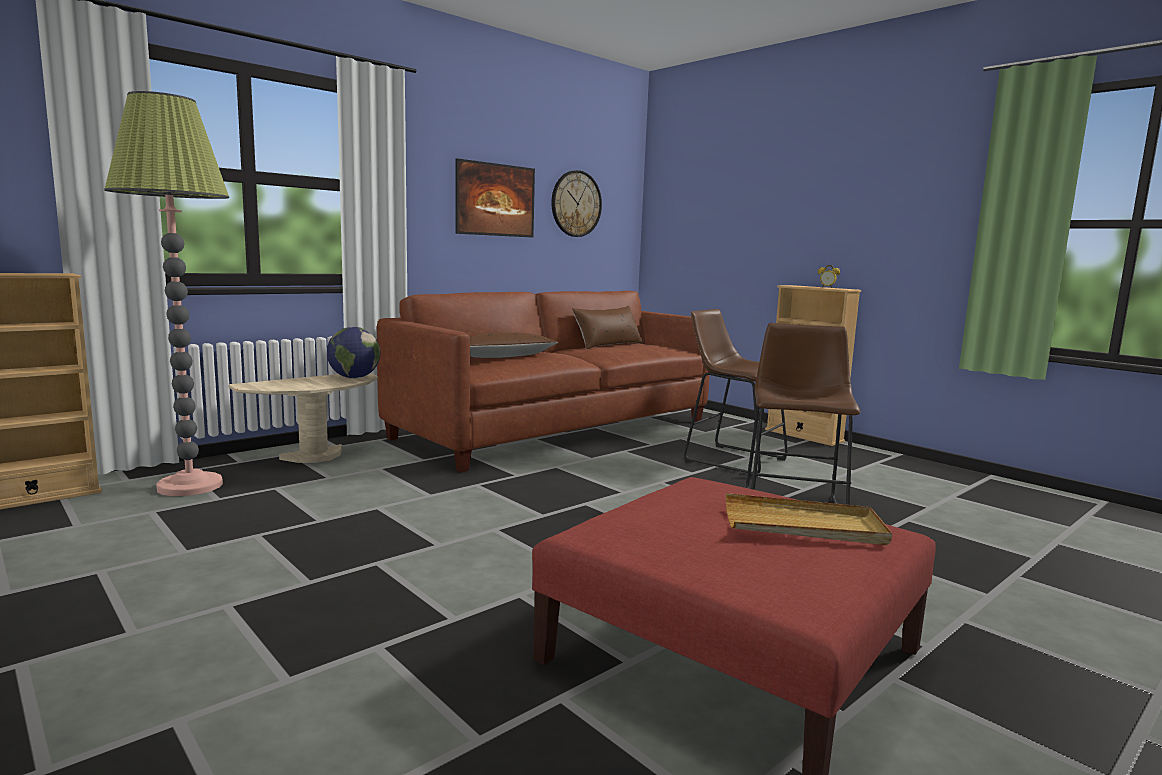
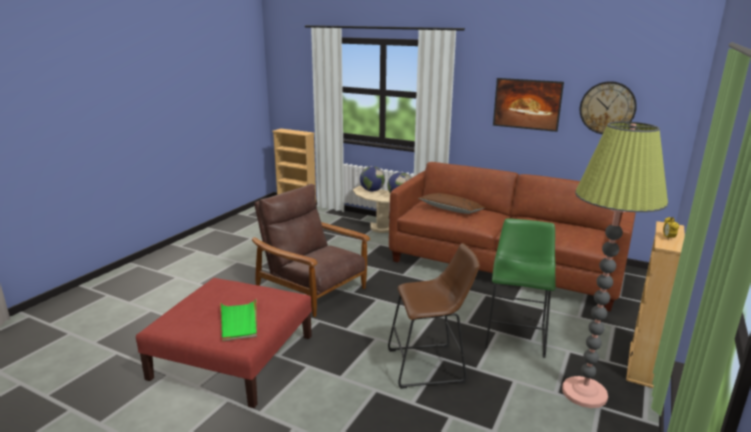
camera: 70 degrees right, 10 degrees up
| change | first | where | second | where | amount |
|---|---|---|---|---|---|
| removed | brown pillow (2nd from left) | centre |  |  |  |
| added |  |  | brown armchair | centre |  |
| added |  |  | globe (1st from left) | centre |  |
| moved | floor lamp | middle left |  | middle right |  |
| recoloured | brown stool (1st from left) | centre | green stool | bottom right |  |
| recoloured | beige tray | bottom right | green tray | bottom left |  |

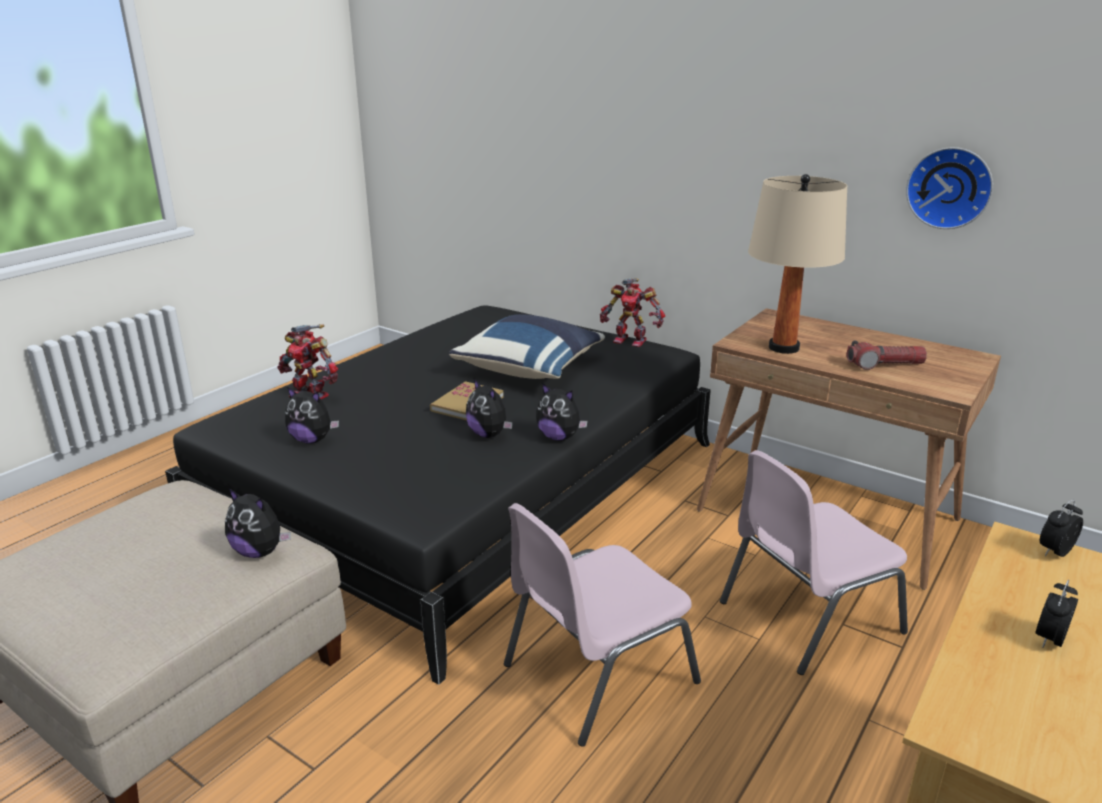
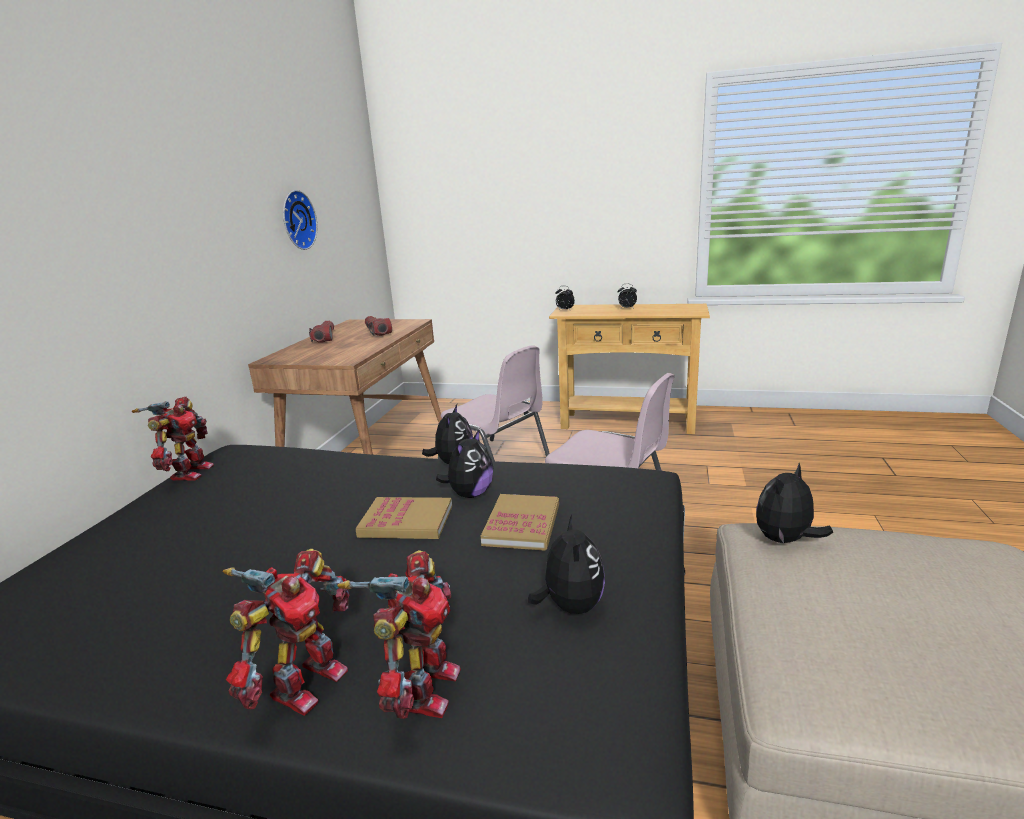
camera: 110 degrees left, 5 degrees down
| change | first | where | second | where | amount |
|---|---|---|---|---|---|
| removed | blue pillow | centre |  |  |  |
| removed | beige table lamp | top right |  |  |  |
| added |  |  | toy robot (2nd from left) | bottom left |  |
| added |  |  | flashlight (1st from left) | middle left |  |
| added |  |  | book (2nd from left) | centre |  |
| turned | plush toy (1st from left in the first image) | middle left | plush toy (4th from left) | middle right | 135 degrees counterclockwise |

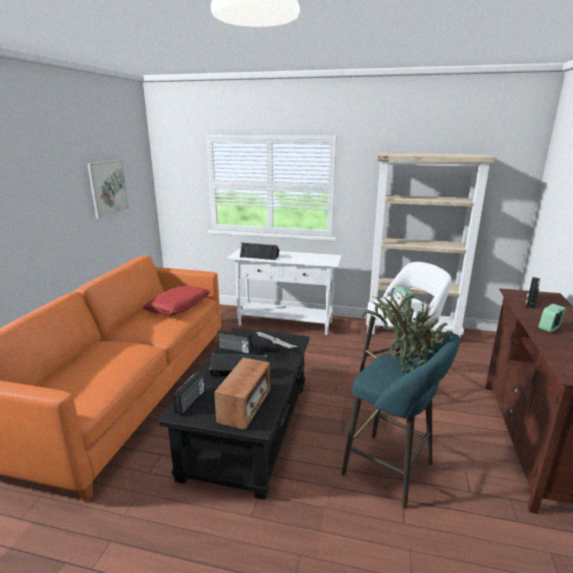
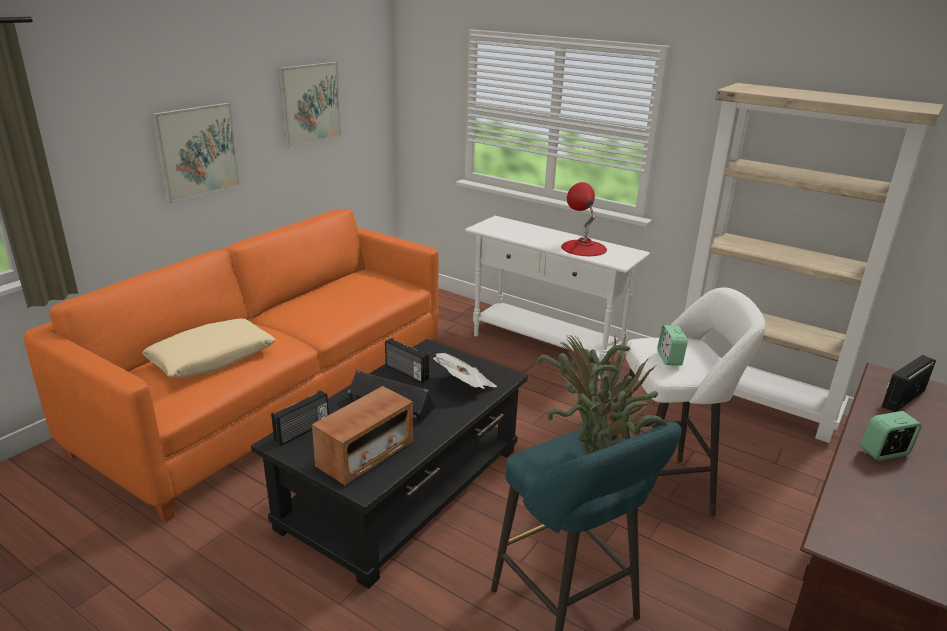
camera: 20 degrees right, 5 degrees up
| change | first | where | second | where | amount |
|---|---|---|---|---|---|
| removed | red pillow | middle left |  |  |  |
| removed | black speaker (2nd from left) | centre |  |  |  |
| added |  |  | beige pillow | middle left |  |
| added |  |  | picture (1st from left) | top left |  |
| added |  |  | red table lamp | centre |  |

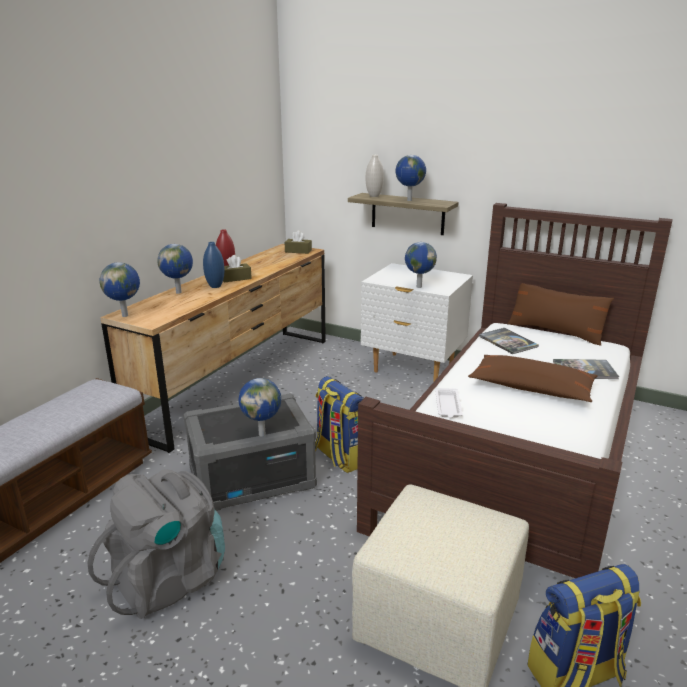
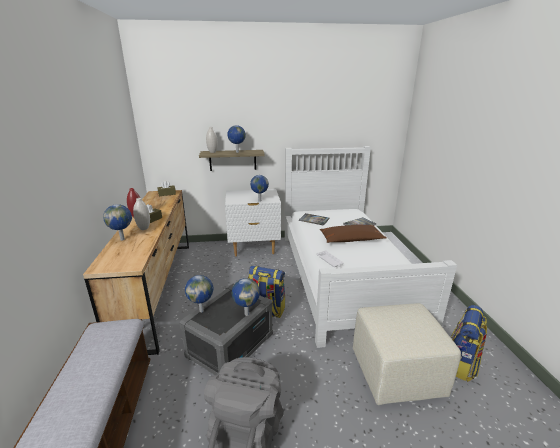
camera: 35 degrees left, 0 degrees up
| change | first | where | second | where | amount |
|---|---|---|---|---|---|
| removed | brown pillow (2nd from left) | middle right |  |  |  |
| moved | globe (1st from left in the first image) | middle left | globe (2nd from left) | centre |  |
| recoloured | blue vase | middle left | white vase (1st from left) | middle left |  |
| recoloured | brown bed | middle right | white bed | centre |  |

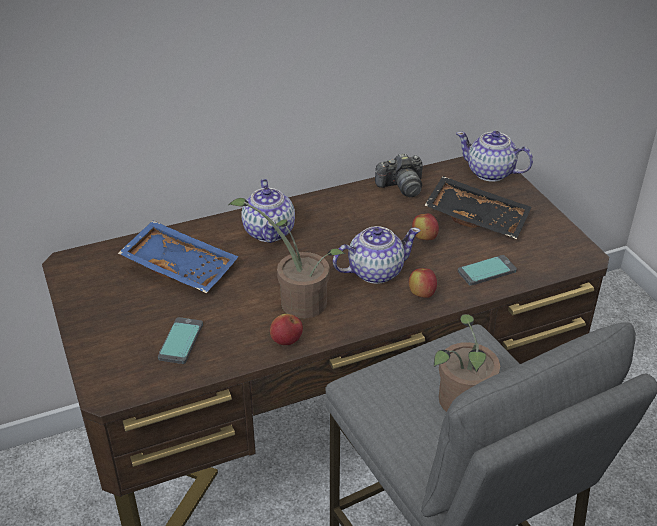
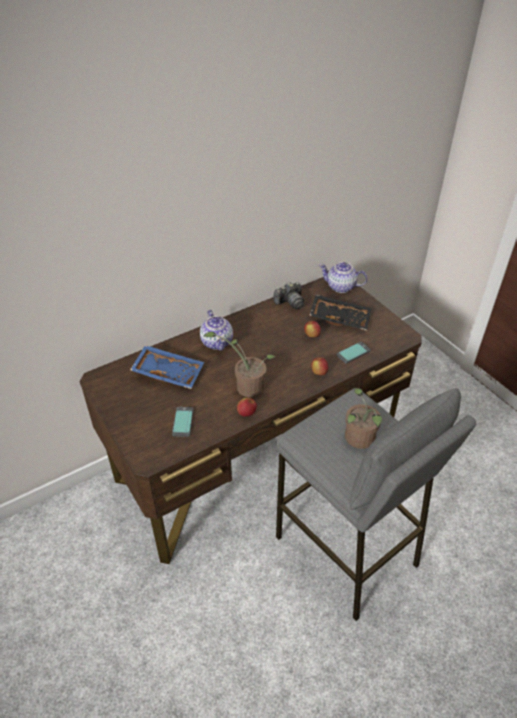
camera: 10 degrees left, 5 degrees up
| change | first | where | second | where | amount |
|---|---|---|---|---|---|
| removed | teapot (2nd from left) | centre |  |  |  |

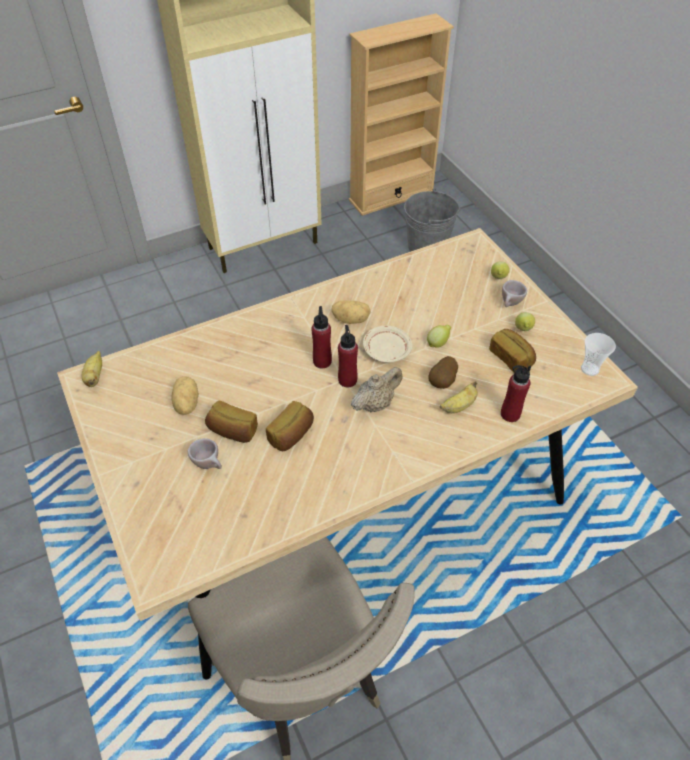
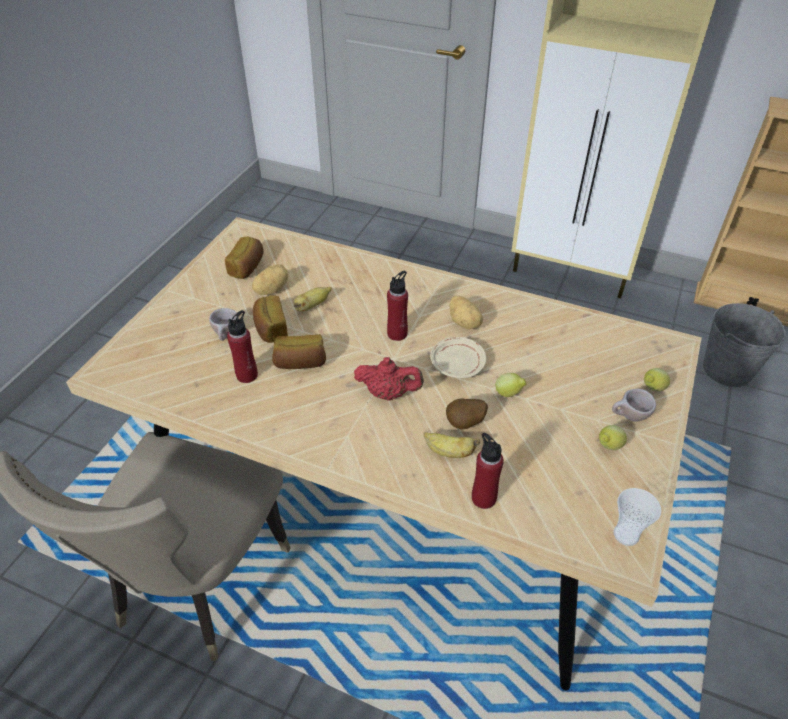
camera: 50 degrees right, 5 degrees down
| change | first | where | second | where | amount |
|---|---|---|---|---|---|
| moved | banana (1st from left) | middle left |  | centre |  |
| moved | red bottle (2nd from left in the first image) | centre | red bottle (1st from left) | middle left |  |
| moved | bread (3rd from left in the first image) | middle right | bread (1st from left) | middle left |  |
| recoloured | beige teapot | centre | red teapot | centre |  |

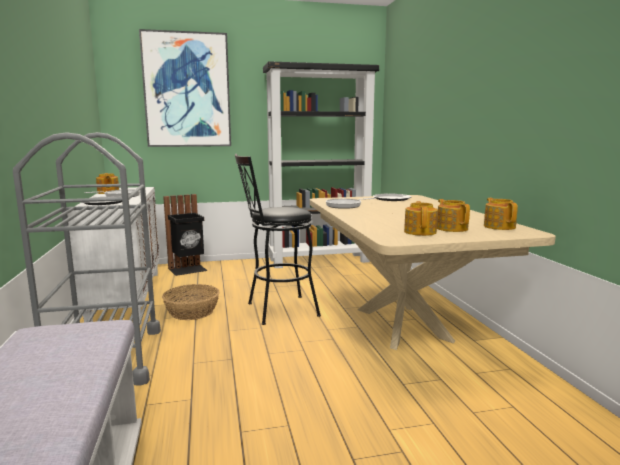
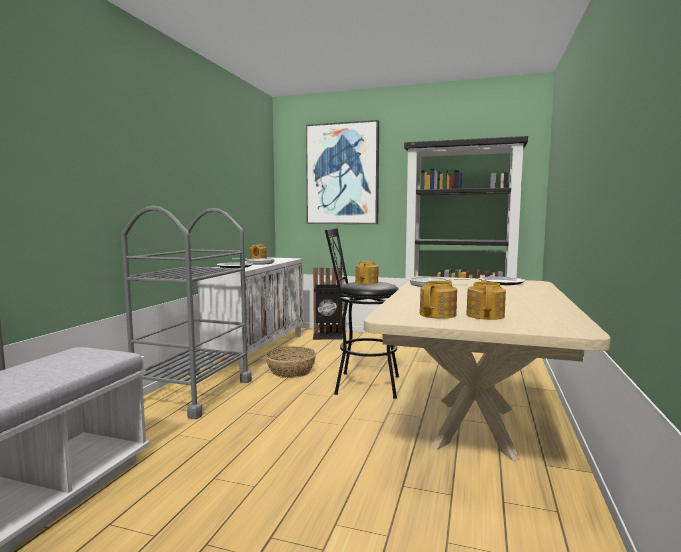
camera: 30 degrees right, 5 degrees down
| change | first | where | second | where | amount |
|---|---|---|---|---|---|
| moved | teapot (4th from left in the first image) | middle right | teapot (2nd from left) | centre |  |

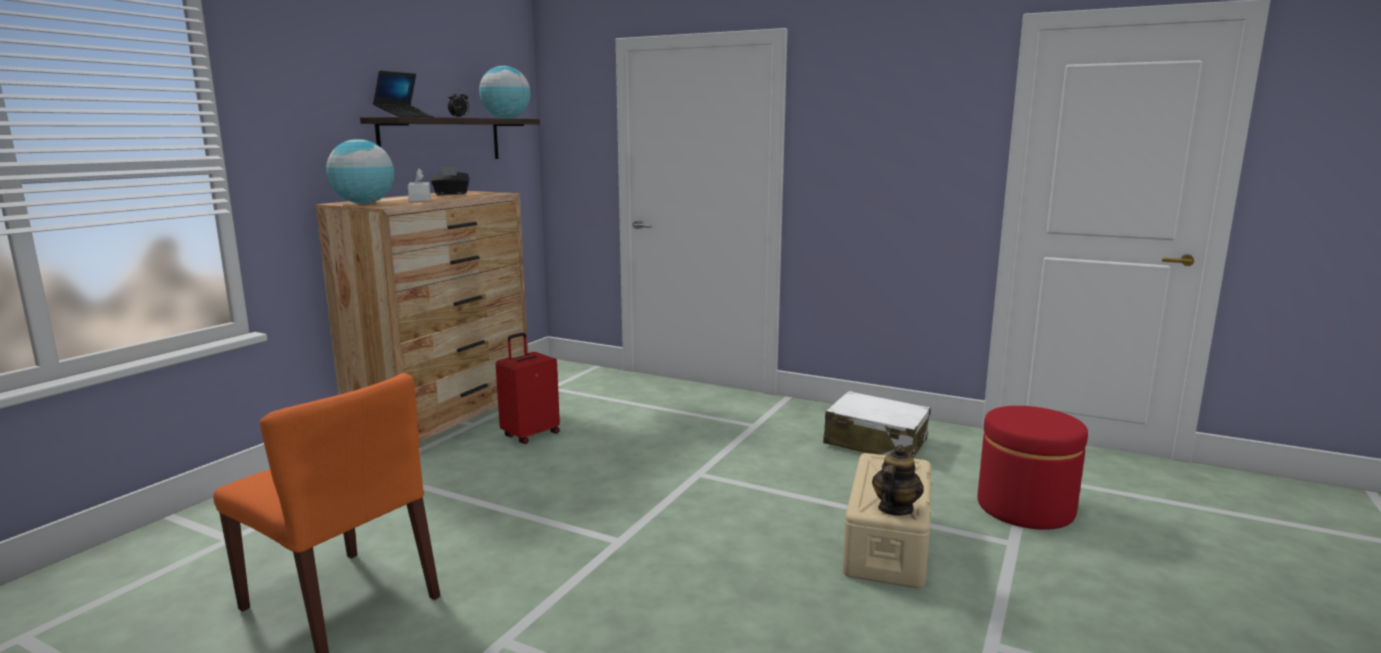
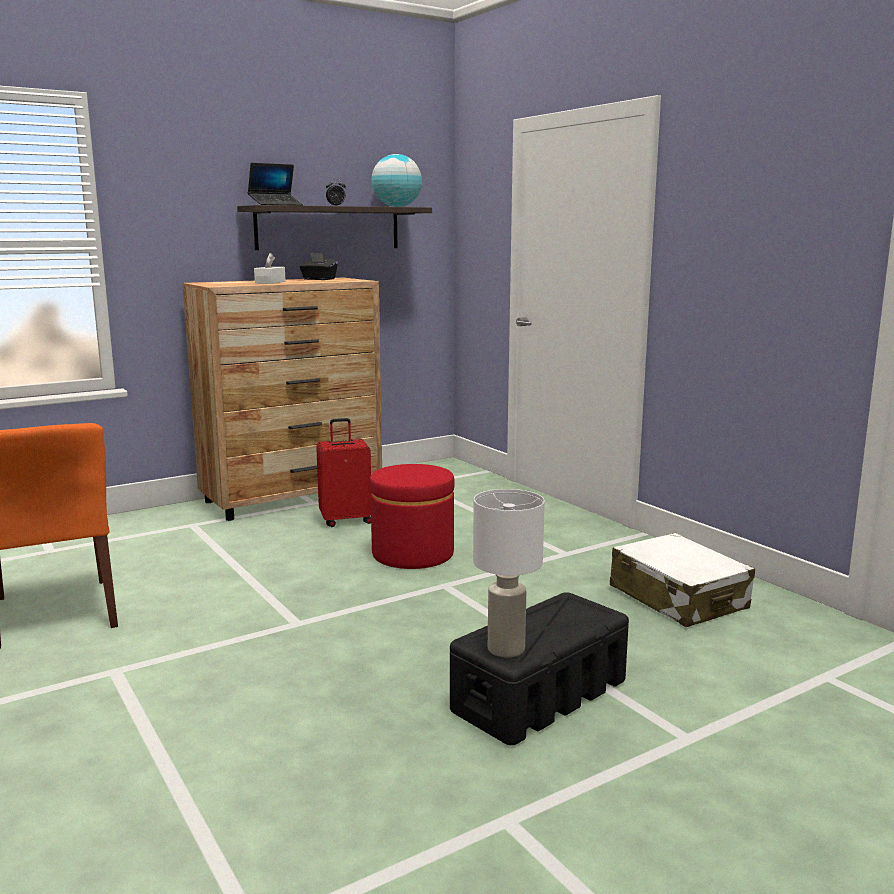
camera: 30 degrees right, 0 degrees up
| change | first | where | second | where | amount |
|---|---|---|---|---|---|
| removed | globe (1st from left) | top left |  |  |  |
| moved | red ottoman | bottom right |  | centre |  |
| replaced | teapot | bottom centre | white table lamp | centre |  |
| recoloured | beige storage box | bottom centre | black storage box | bottom centre |  |

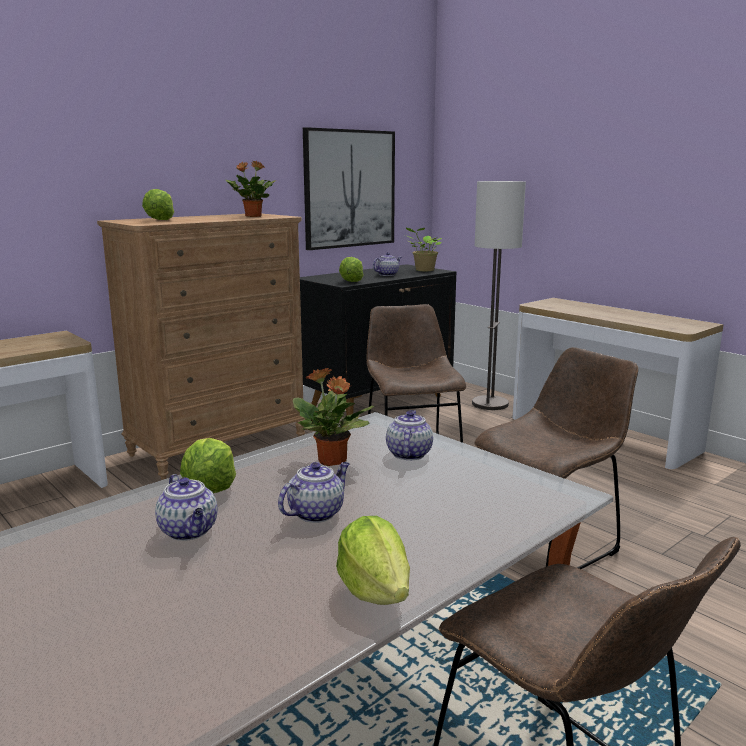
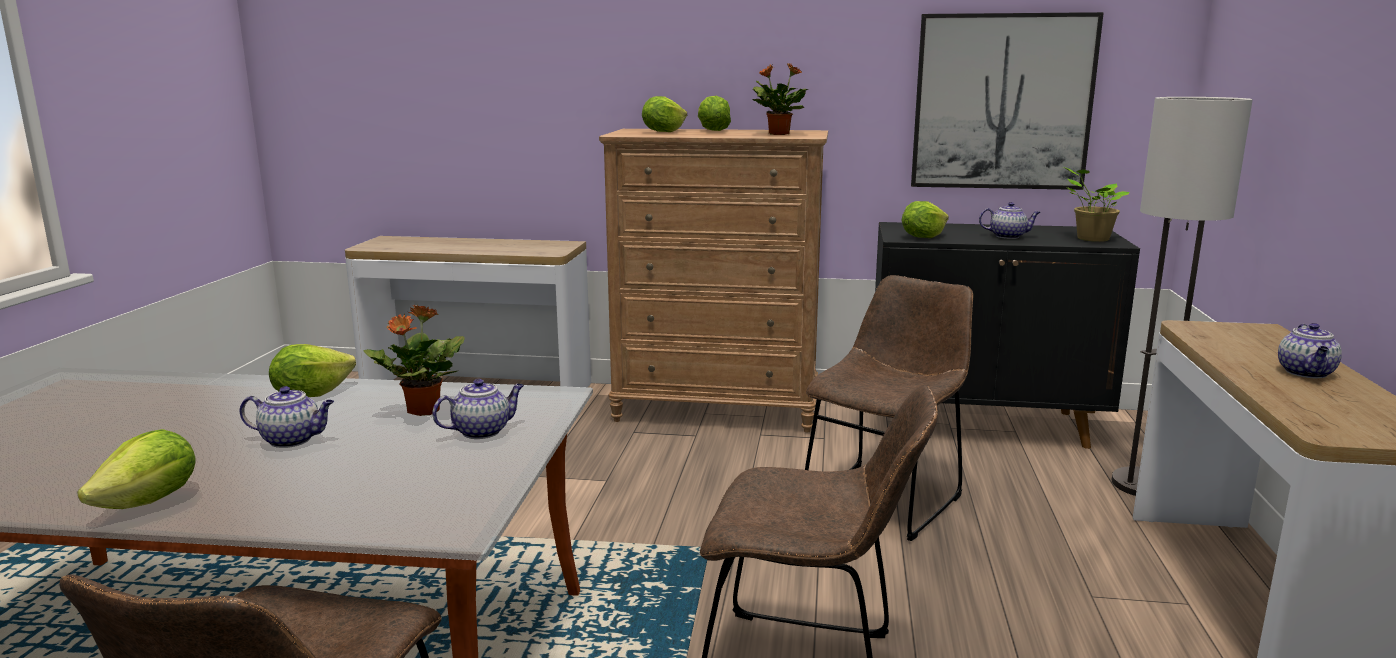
camera: 50 degrees right, 0 degrees up
| change | first | where | second | where | amount |
|---|---|---|---|---|---|
| added |  |  | lettuce (4th from left) | top centre |  |
| moved | teapot (1st from left in the first image) | bottom left | teapot (4th from left) | middle right |  |

